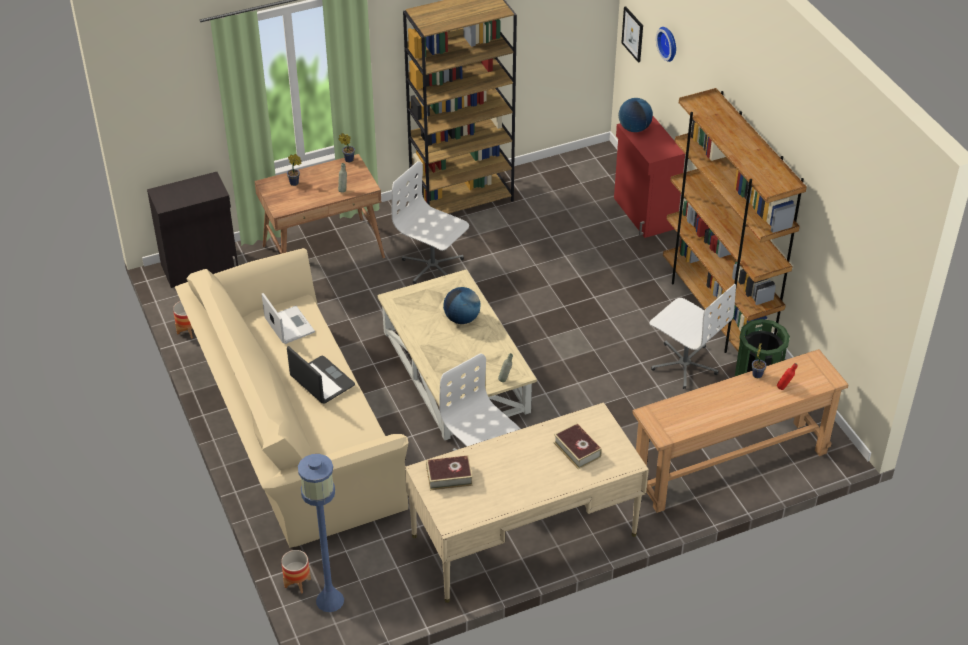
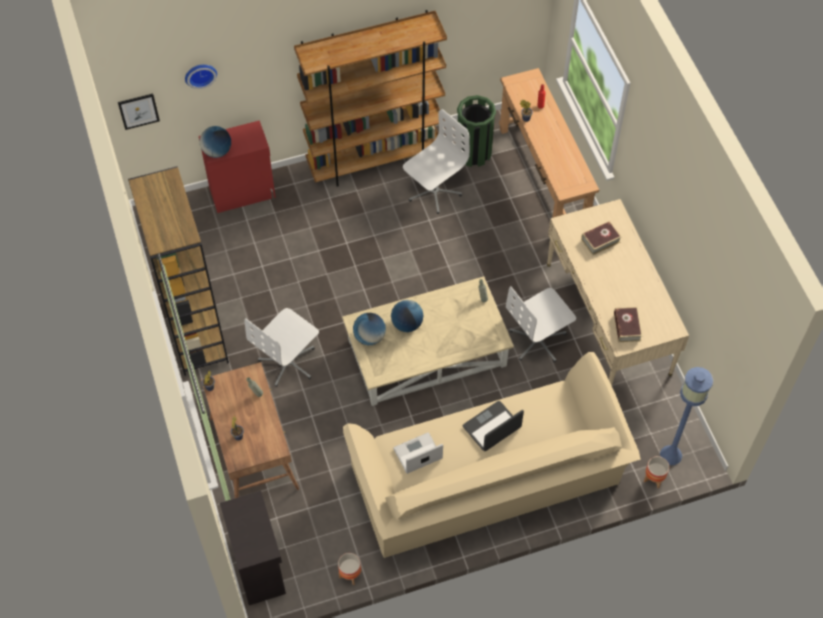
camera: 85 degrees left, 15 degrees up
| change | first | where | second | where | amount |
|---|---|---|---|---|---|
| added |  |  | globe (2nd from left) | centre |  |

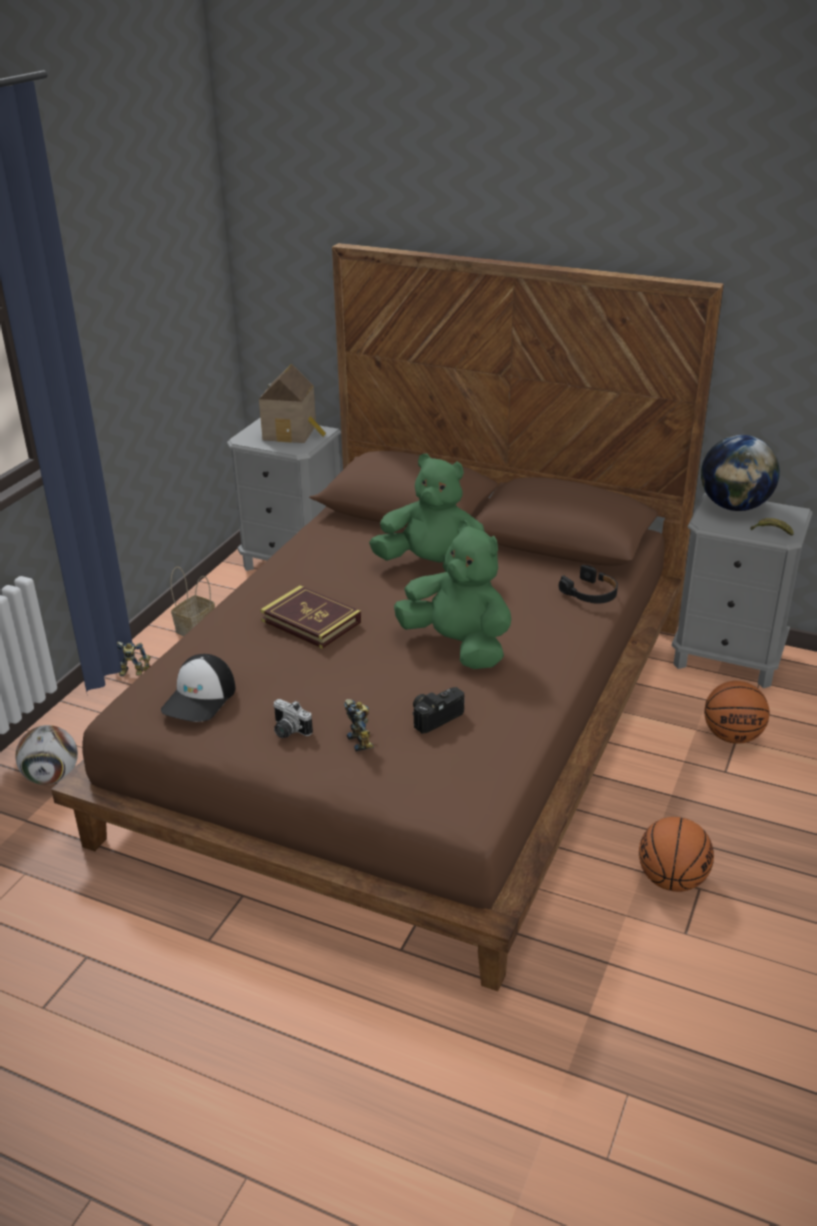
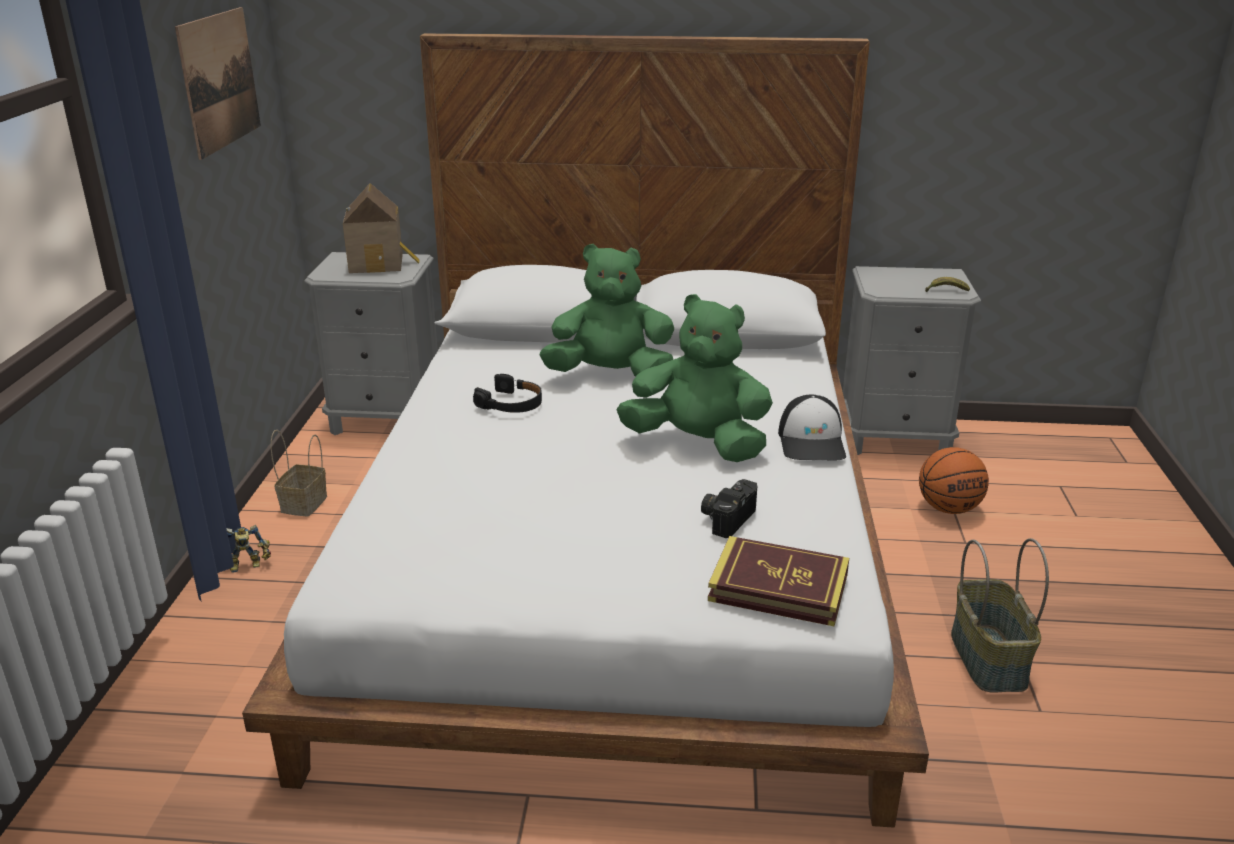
camera: 20 degrees left, 5 degrees down
| change | first | where | second | where | amount |
|---|---|---|---|---|---|
| removed | football | middle left |  |  |  |
| removed | photo camera (1st from left) | centre |  |  |  |
| removed | toy robot (2nd from left) | centre |  |  |  |
| removed | globe | middle right |  |  |  |
| added |  |  | picture | top left |  |
| moved | cap | middle left |  | centre |  |
| moved | book | centre |  | bottom centre |  |
| moved | black headphones | middle right |  | centre |  |
| replaced | basketball (1st from left) | bottom right | basket (2nd from left) | bottom right |  |
| recoloured | brown bed | centre | white bed | centre |  |

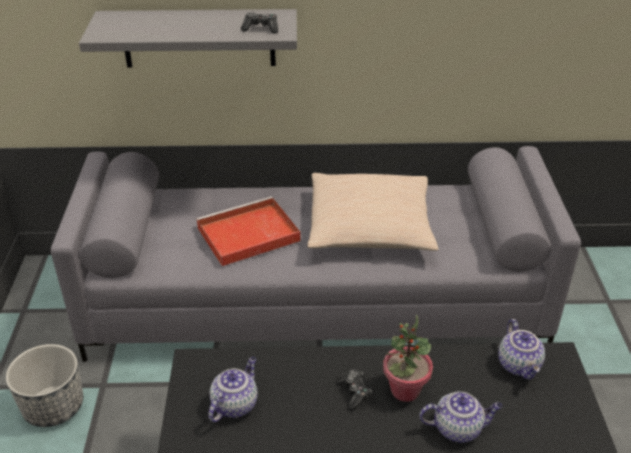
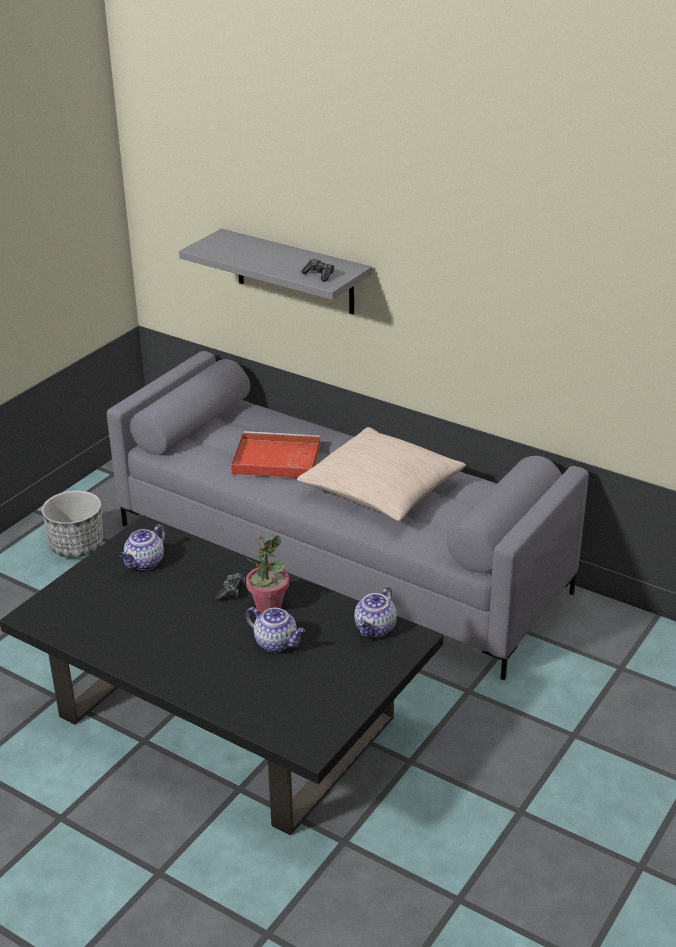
camera: 35 degrees right, 5 degrees down
| change | first | where | second | where | amount |
|---|---|---|---|---|---|
| turned | teapot (1st from left) | bottom centre |  | middle left | 150 degrees clockwise |

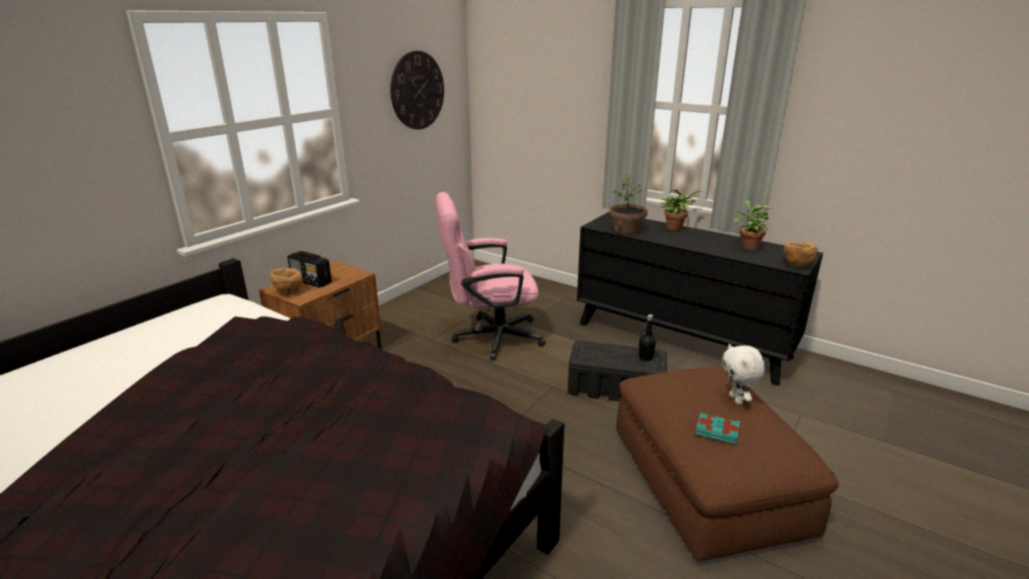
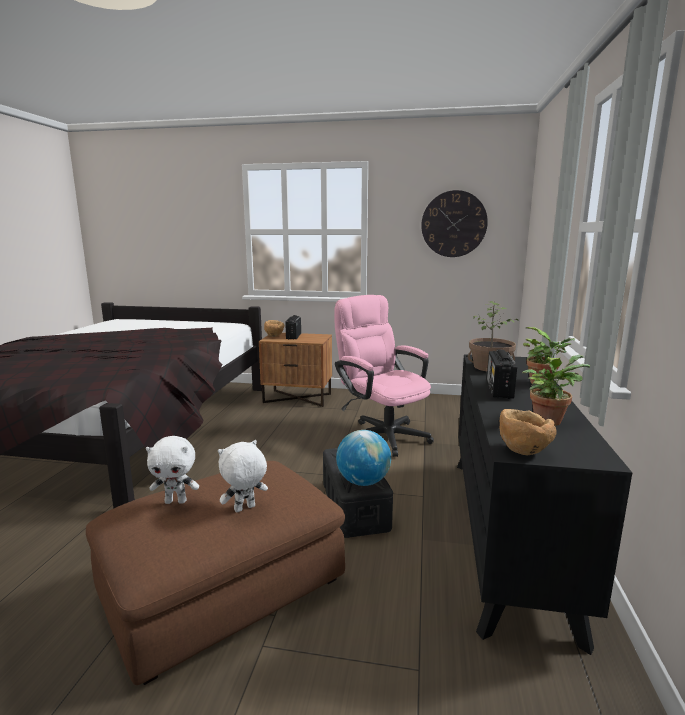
camera: 65 degrees right, 10 degrees down
| change | first | where | second | where | amount |
|---|---|---|---|---|---|
| added |  |  | radio (2nd from left) | middle right |  |
| replaced | black bottle | centre | globe | centre |  |
| replaced | turquoise book | bottom right | white plush toy (1st from left) | middle left |  |

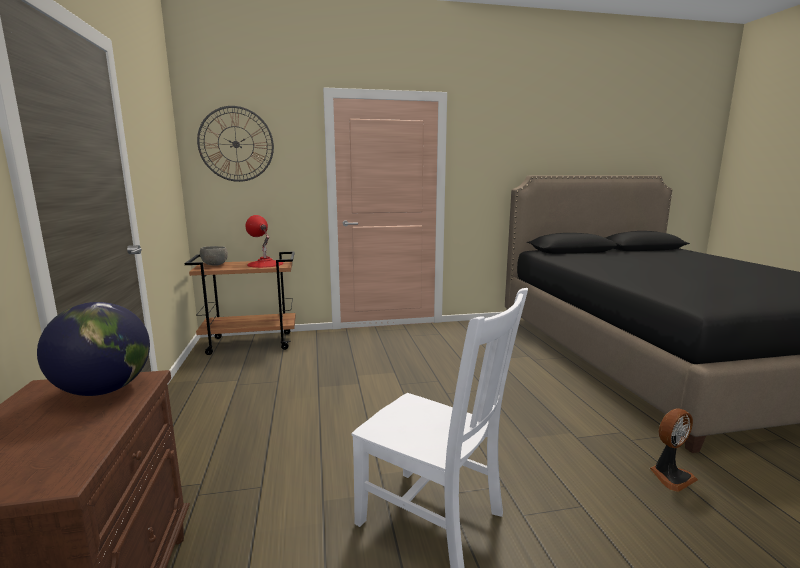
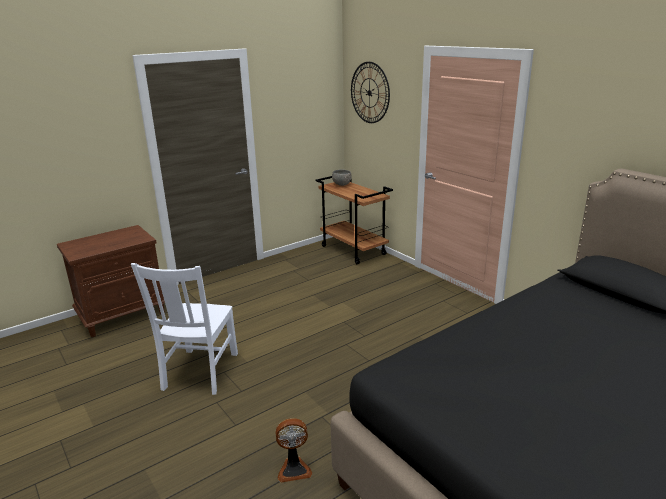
camera: 65 degrees right, 10 degrees up
| change | first | where | second | where | amount |
|---|---|---|---|---|---|
| removed | globe | middle left |  |  |  |
| removed | red table lamp | middle left |  |  |  |
| turned | fan | bottom right |  | bottom centre | 45 degrees counterclockwise |

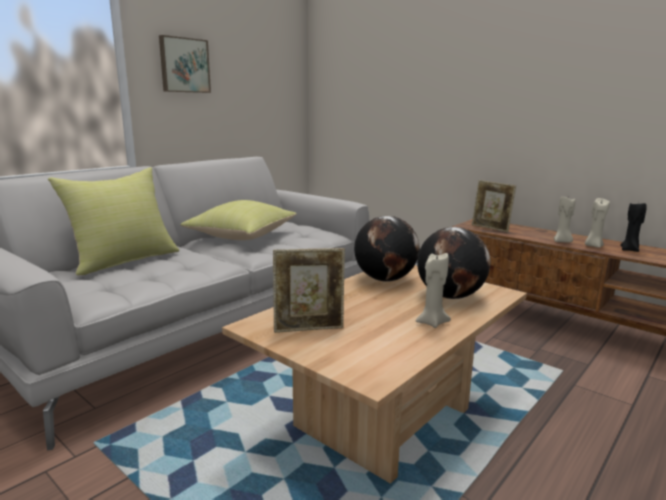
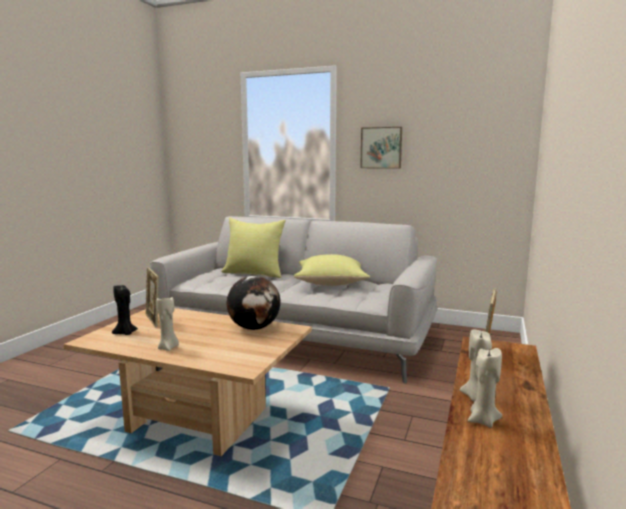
camera: 70 degrees right, 5 degrees down
| change | first | where | second | where | amount |
|---|---|---|---|---|---|
| removed | globe (2nd from left) | middle right |  |  |  |
| moved | black candle | middle right |  | middle left |  |

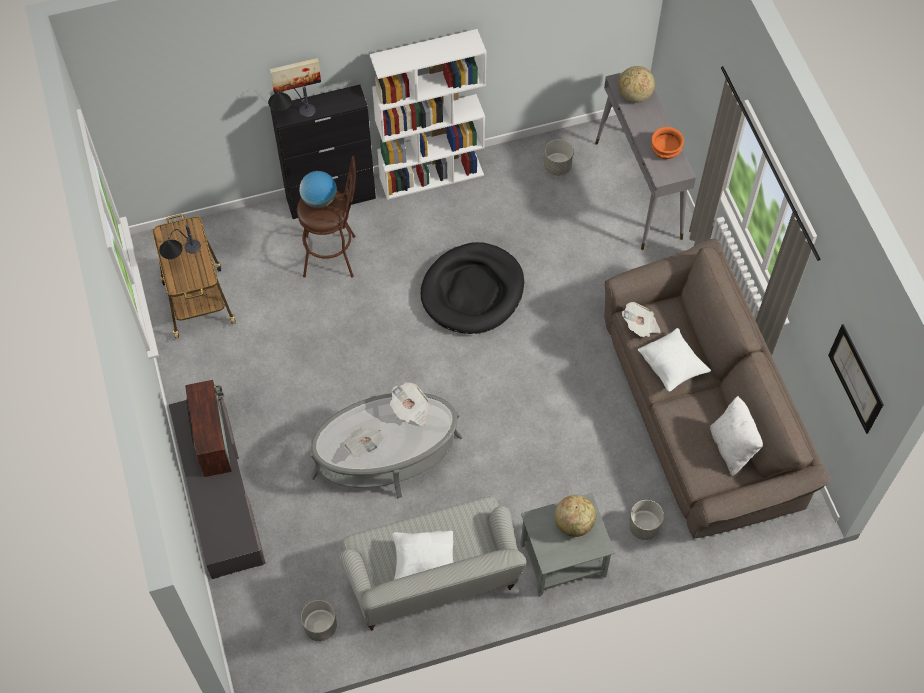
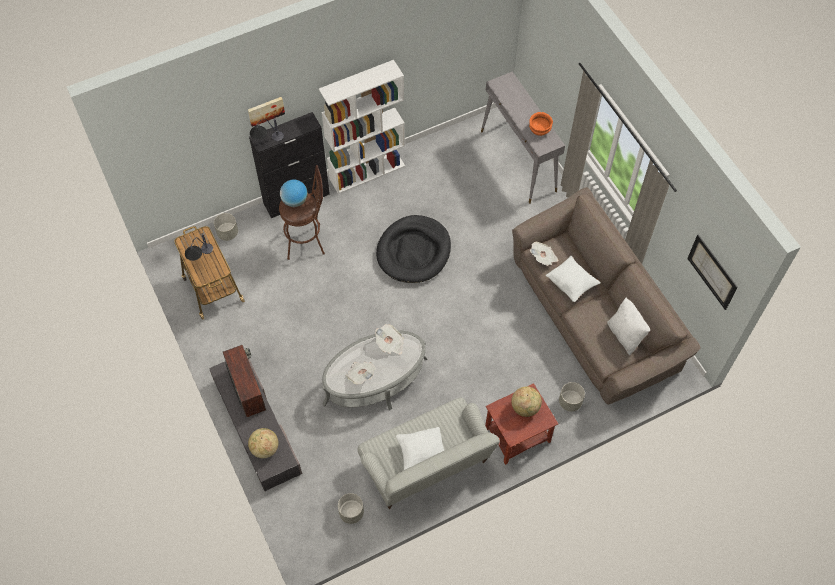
camera: 10 degrees left, 0 degrees up
| change | first | where | second | where | amount |
|---|---|---|---|---|---|
| moved | grey planter (2nd from left in the first image) | top centre | grey planter (1st from left) | middle left |  |
| moved | globe (3rd from left in the first image) | top right | globe (1st from left) | bottom left |  |
| recoloured | grey side table | bottom centre | brown side table | bottom centre |  |

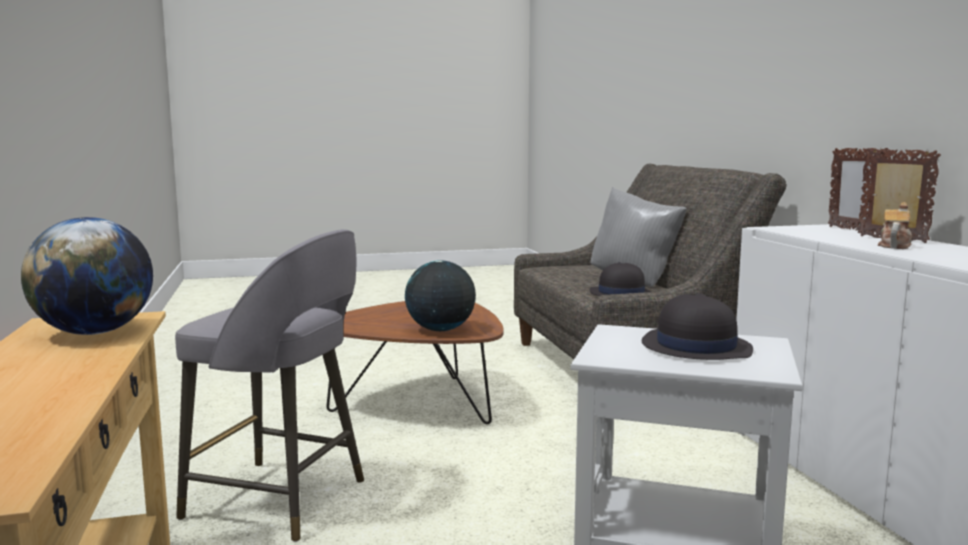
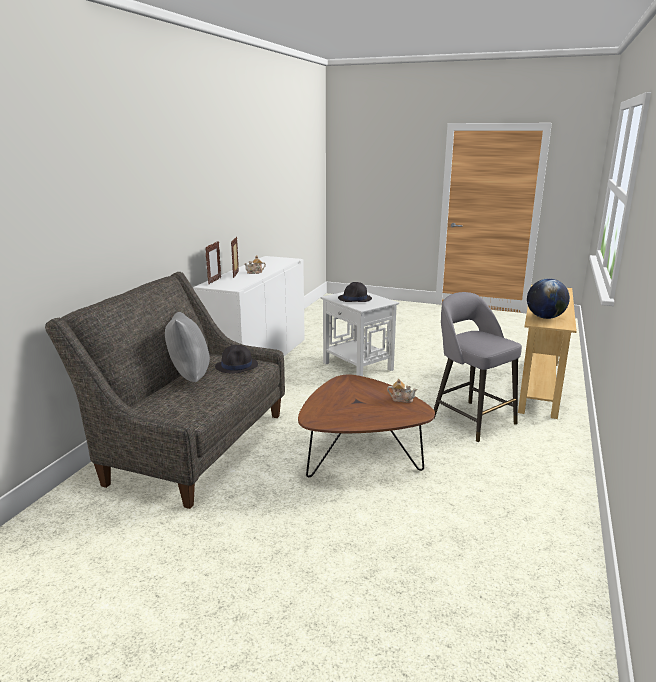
camera: 145 degrees left, 10 degrees up
| change | first | where | second | where | amount |
|---|---|---|---|---|---|
| removed | globe (2nd from left) | centre |  |  |  |
| added |  |  | teapot (2nd from left) | centre |  |

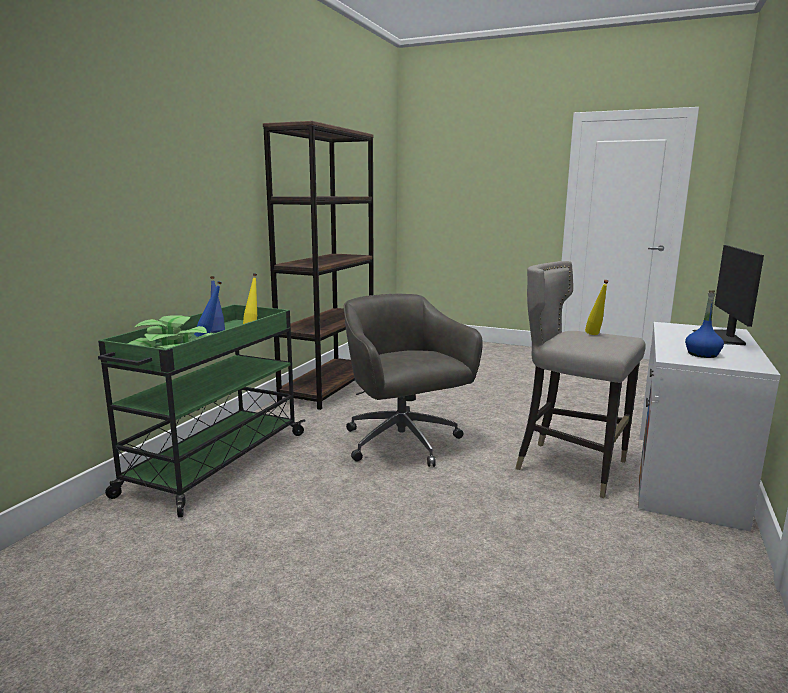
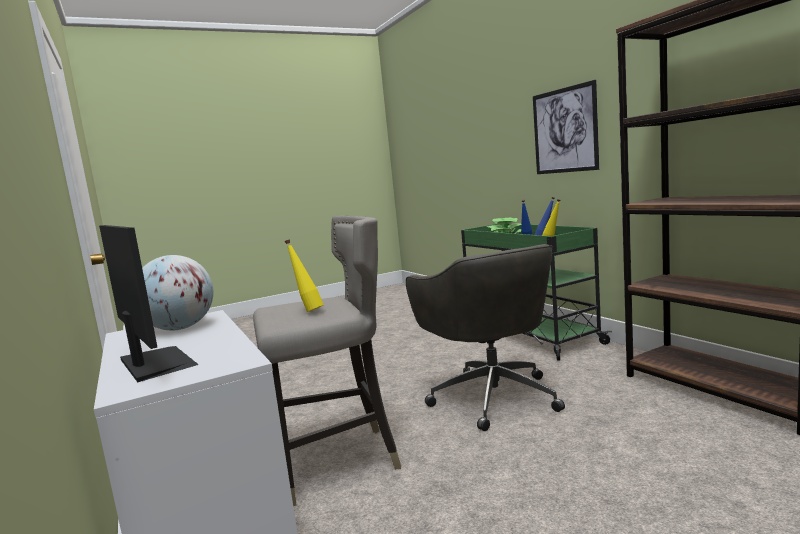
camera: 130 degrees right, 5 degrees down
| change | first | where | second | where | amount |
|---|---|---|---|---|---|
| added |  |  | picture | top right |  |
| replaced | blue bottle (3rd from left) | middle right | globe | middle left |  |
| turned | grey office chair | centre |  | centre | 60 degrees clockwise |

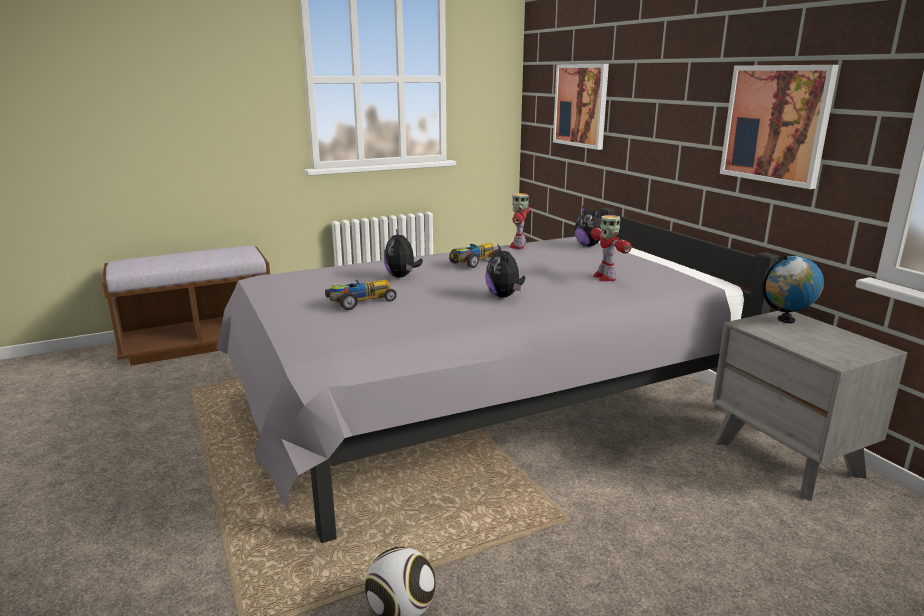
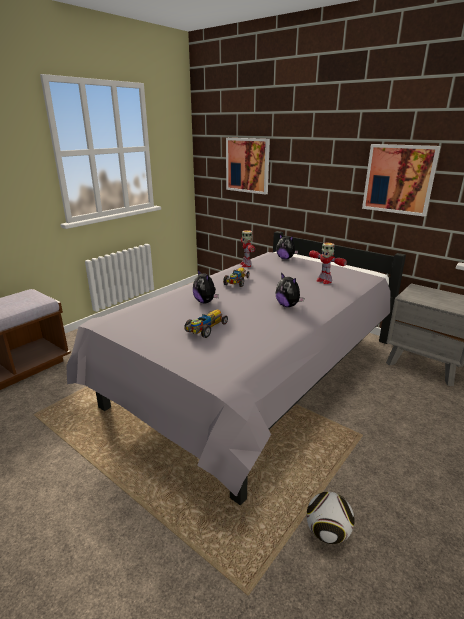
camera: 25 degrees left, 5 degrees up
| change | first | where | second | where | amount |
|---|---|---|---|---|---|
| removed | globe | middle right |  |  |  |

